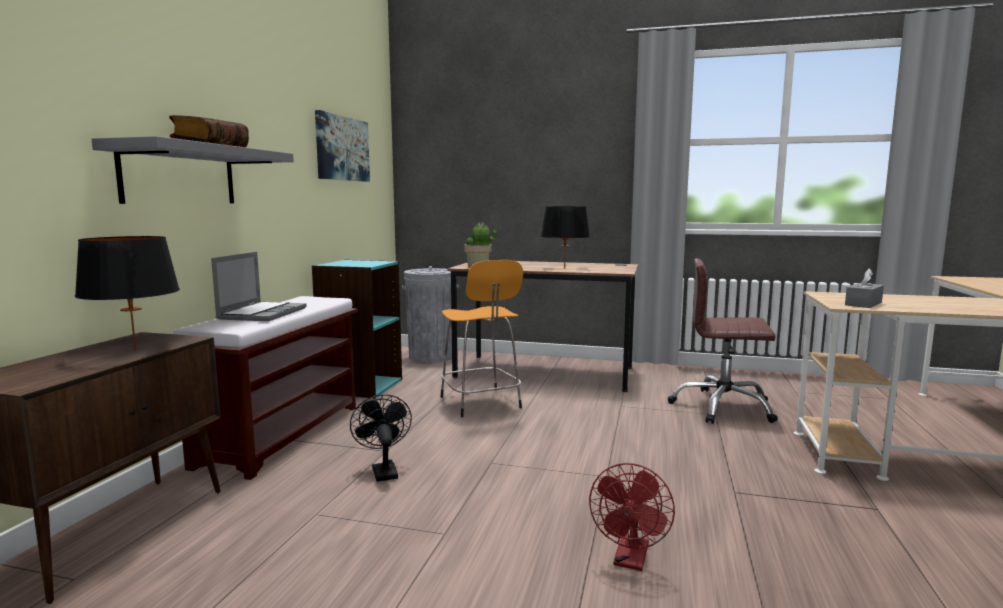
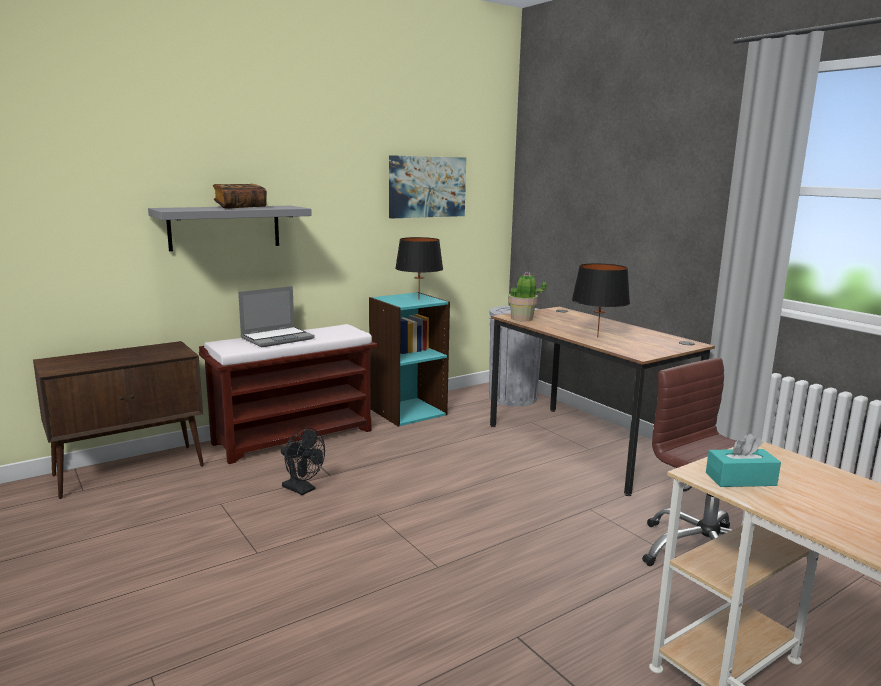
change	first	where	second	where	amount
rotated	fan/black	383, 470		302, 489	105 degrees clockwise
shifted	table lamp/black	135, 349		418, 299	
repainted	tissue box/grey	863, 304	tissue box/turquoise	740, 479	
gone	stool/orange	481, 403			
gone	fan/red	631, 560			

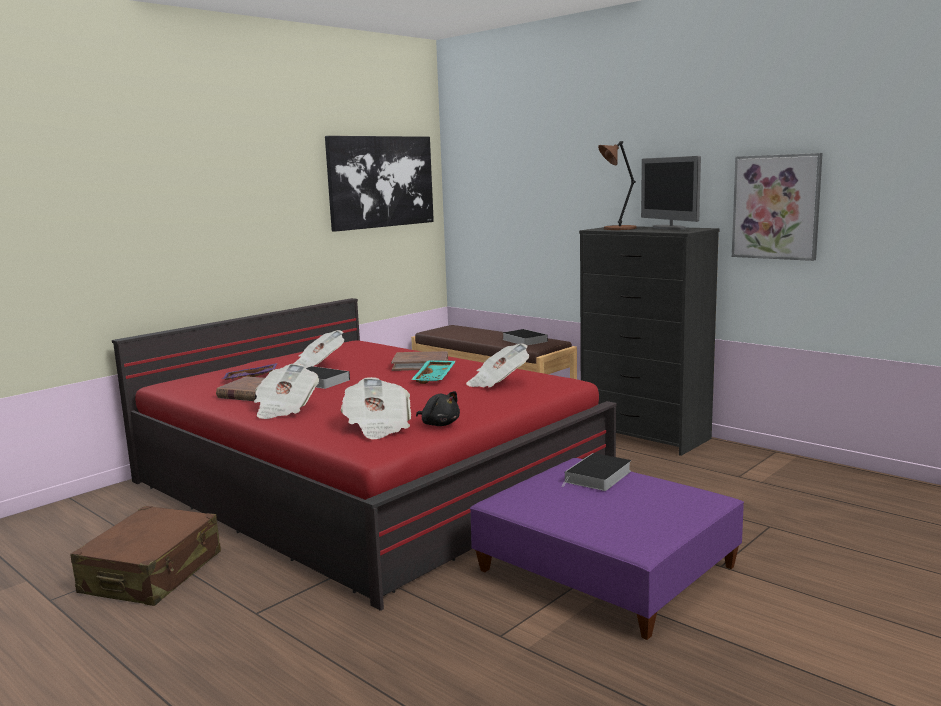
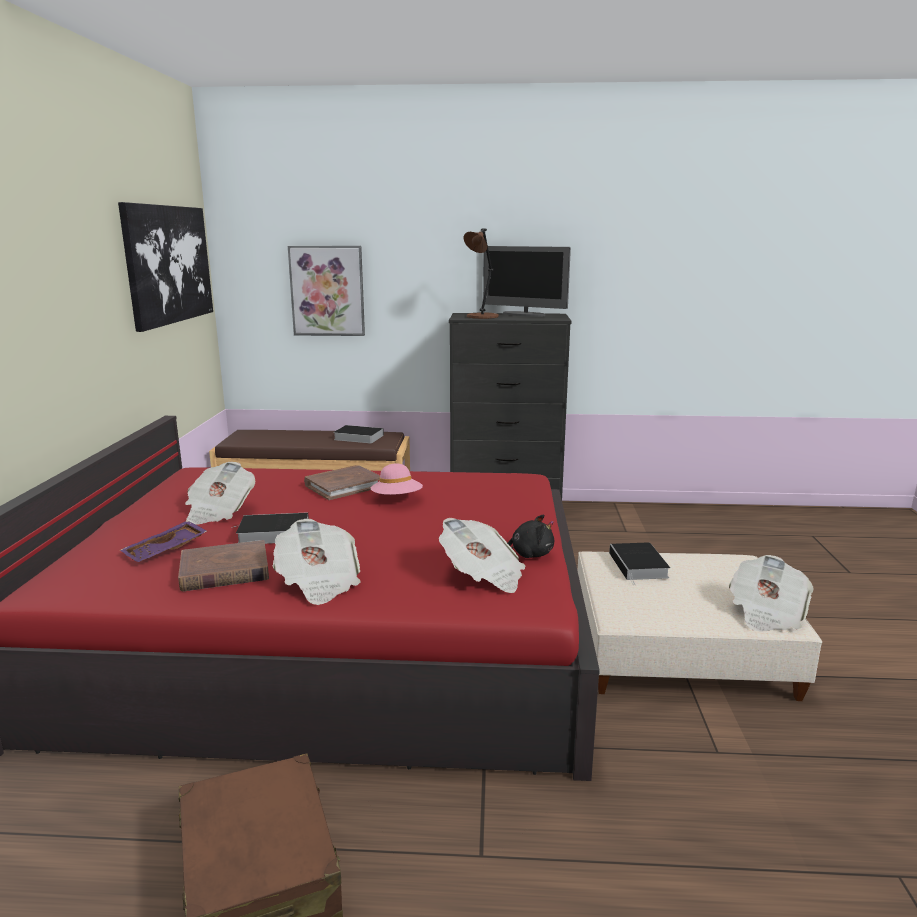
change	first	where	second	where	amount
shifted	picture	776, 207		327, 291	
swapped	tray/turquoise	435, 378	hat/pink	397, 499	
repainted	ottoman/purple	605, 568	ottoman/beige	678, 649	
shifted	newspaper	498, 383		766, 613	

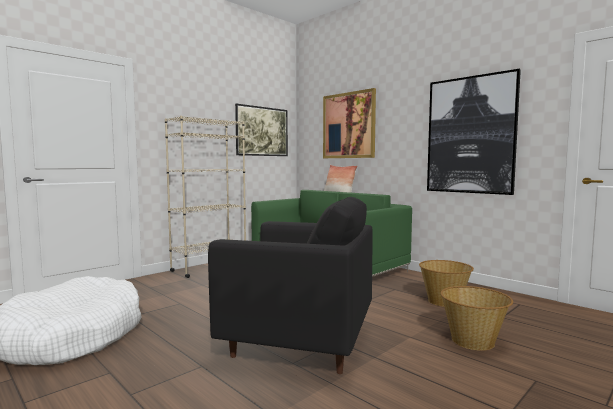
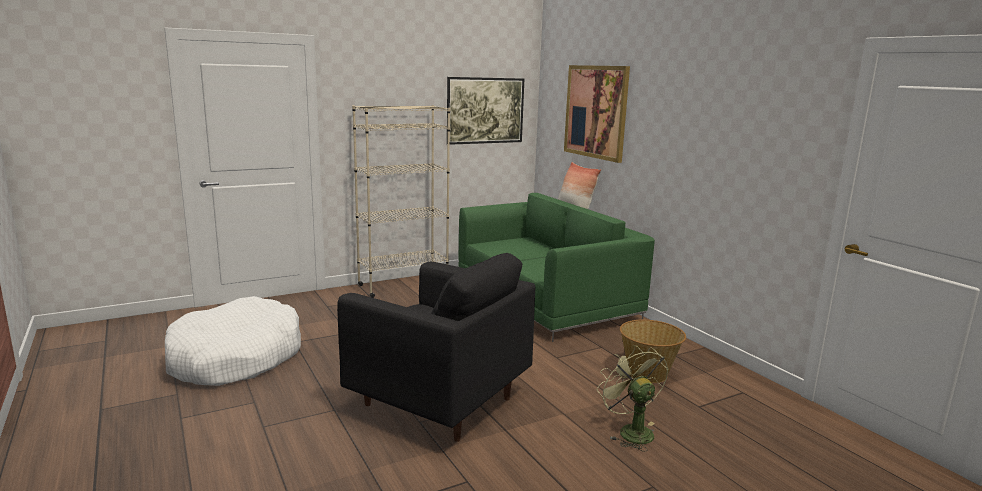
change	first	where	second	where	amount
swapped	basket	473, 341	fan/green	630, 431	
gone	picture	470, 135			

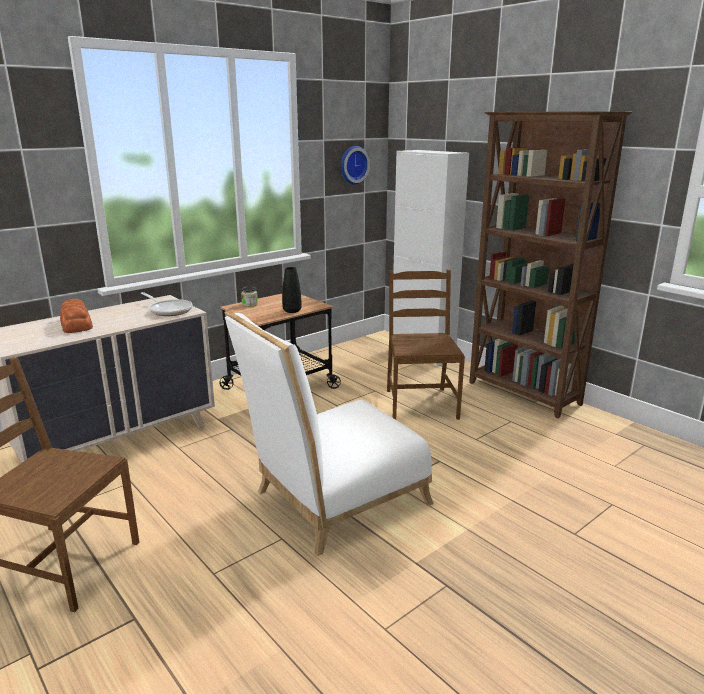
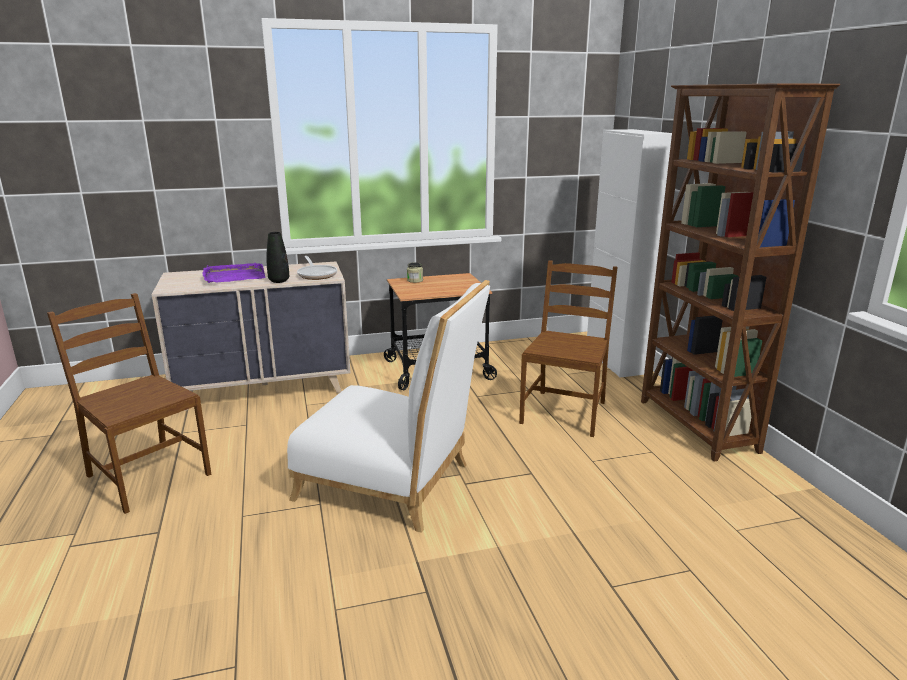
change	first	where	second	where	amount
swapped	bread	76, 324	tray/purple	234, 276	
shifted	vase/black	292, 311		279, 281	
rotated	chair/white	333, 501		393, 484	150 degrees counterclockwise
gone	wall clock	352, 165			

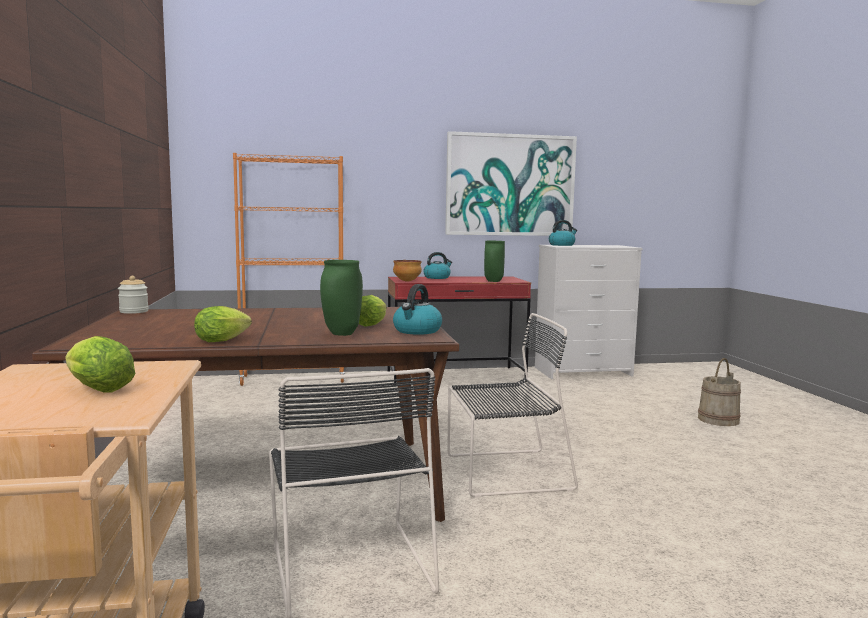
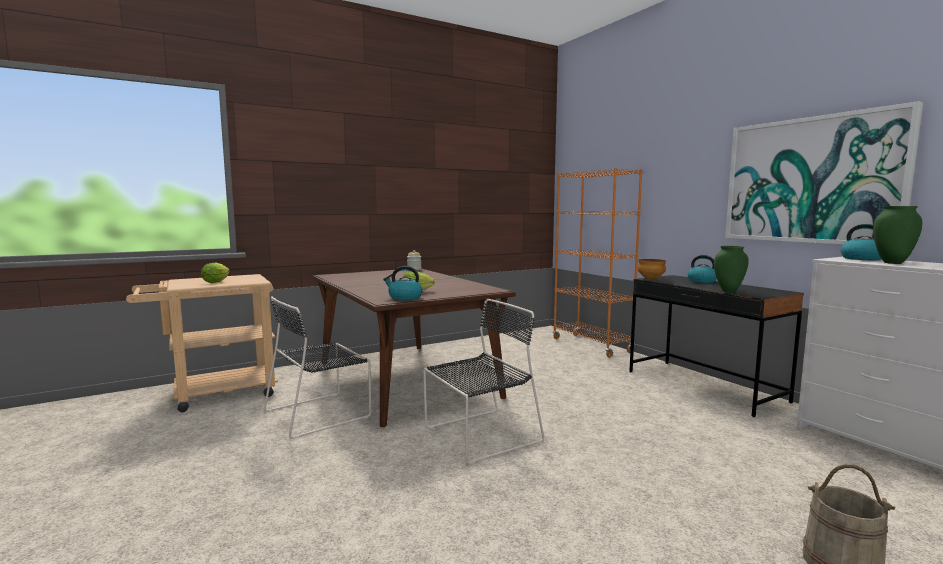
change	first	where	second	where	amount
rotated	chair/black	503, 472		479, 435	90 degrees counterclockwise
repainted	desk/red	455, 376	desk/black	704, 386	
shifted	vase/green	342, 334		893, 263	
gone	lettuce	224, 340			

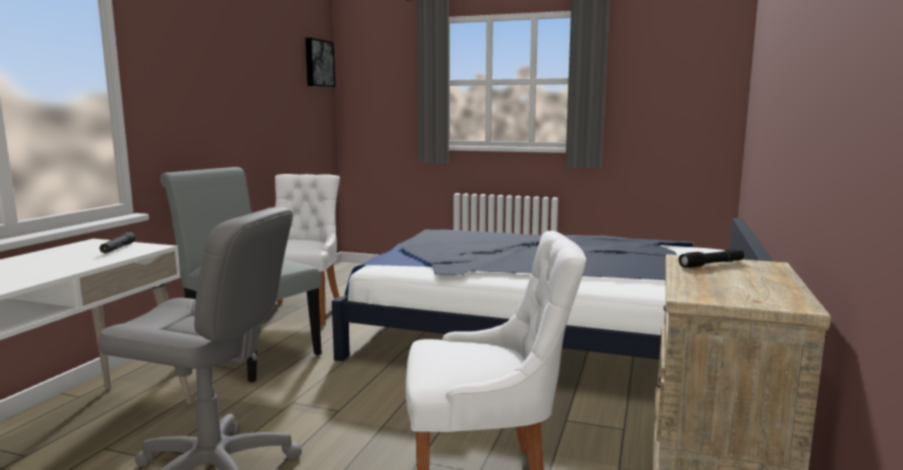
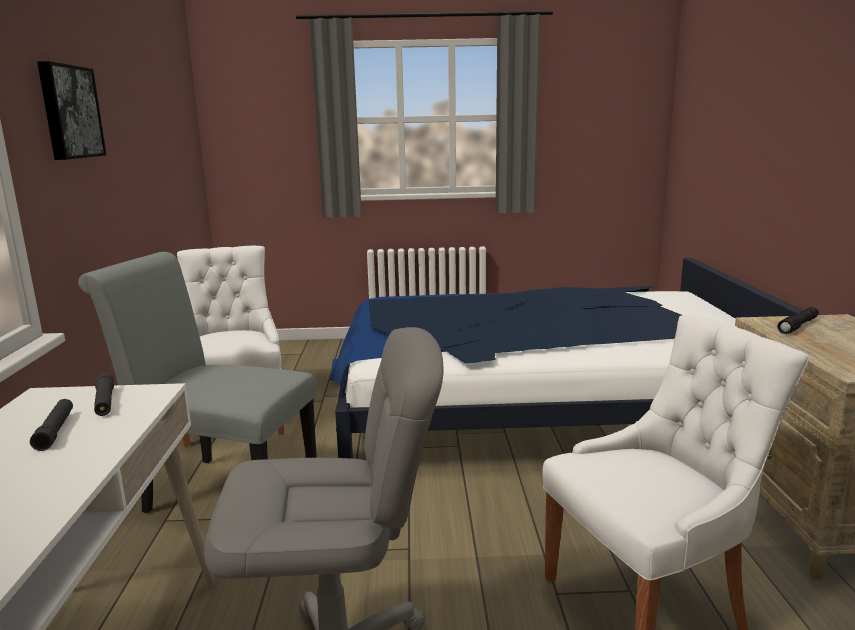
change	first	where	second	where	amount
new			flashlight/black	55, 431	
shifted	picture	318, 63		69, 112	

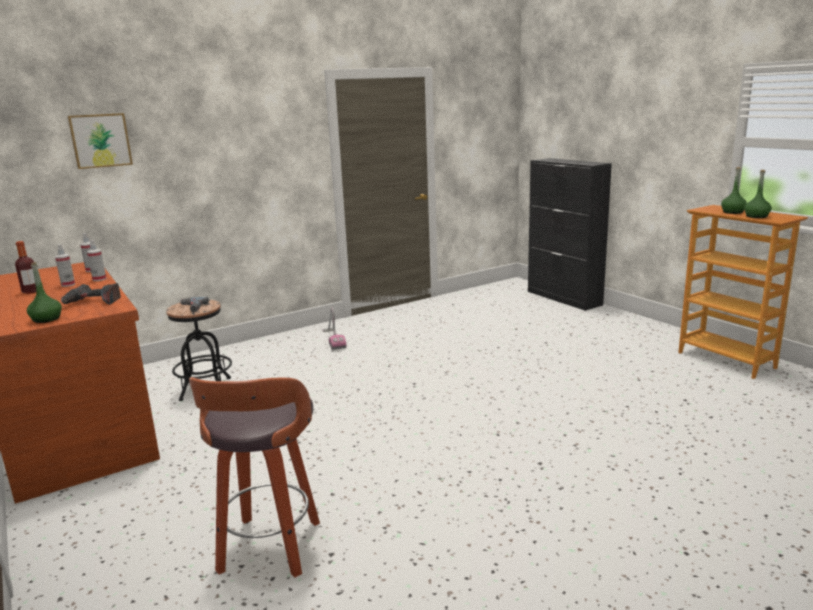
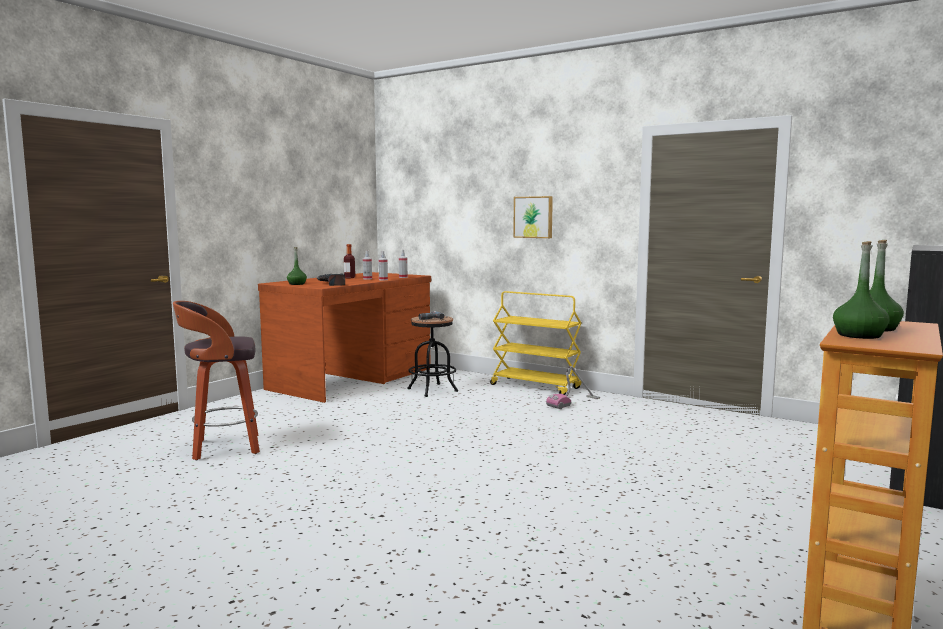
change	first	where	second	where	amount
new			cart/yellow	536, 386	
shifted	picture	100, 140		533, 217	

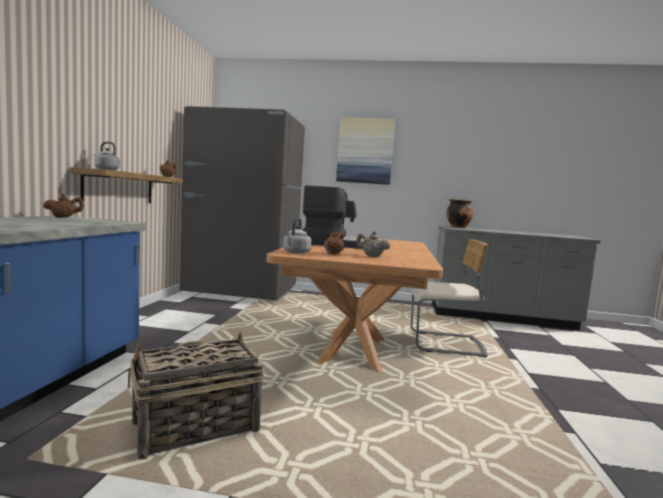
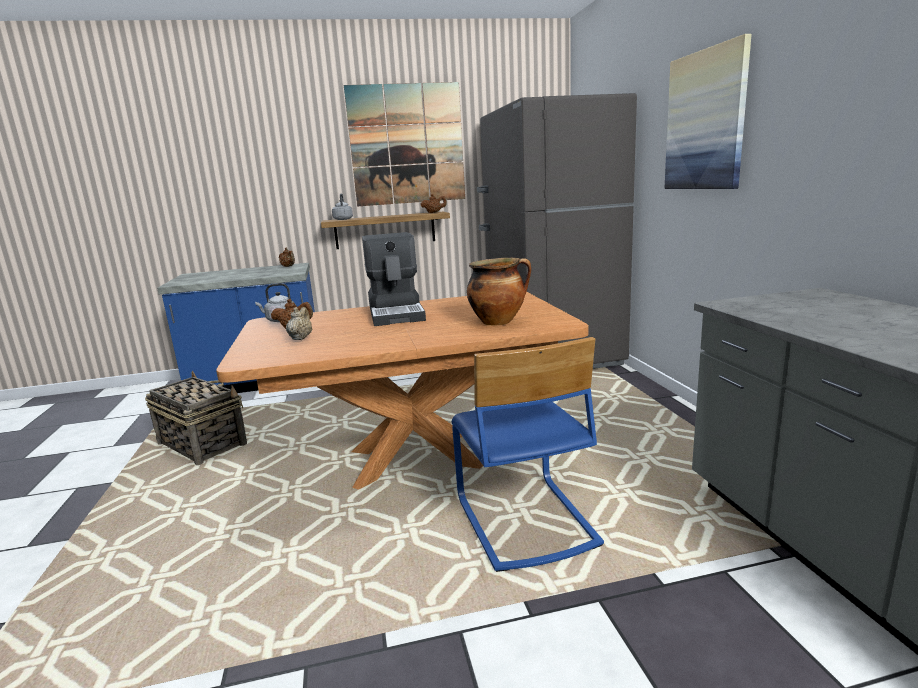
change	first	where	second	where	amount
new			picture	407, 144	
repainted	chair/beige	445, 344	chair/blue	523, 521	
shifted	cooking pot	458, 227		499, 322	

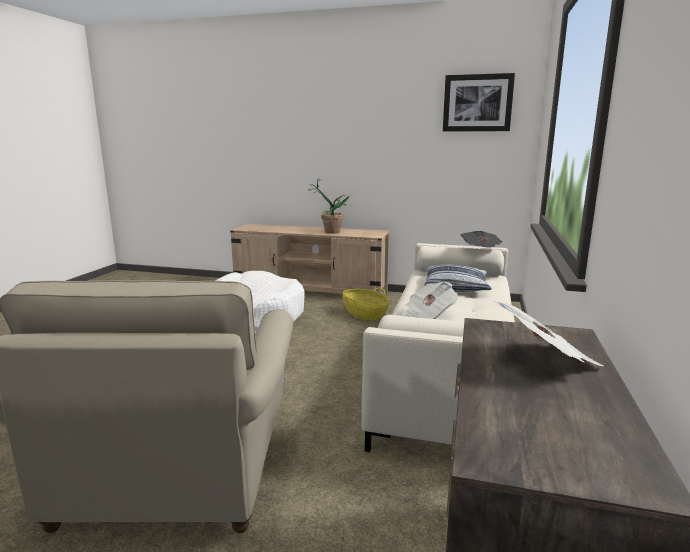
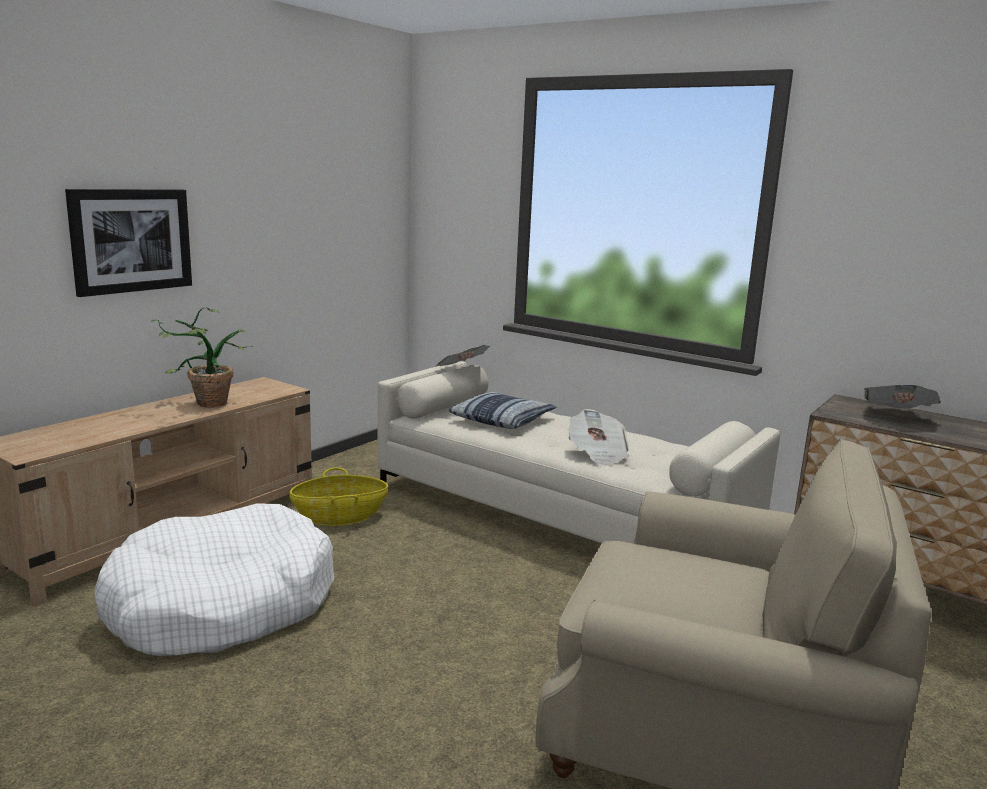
change	first	where	second	where	amount
shifted	picture	477, 103		131, 240	

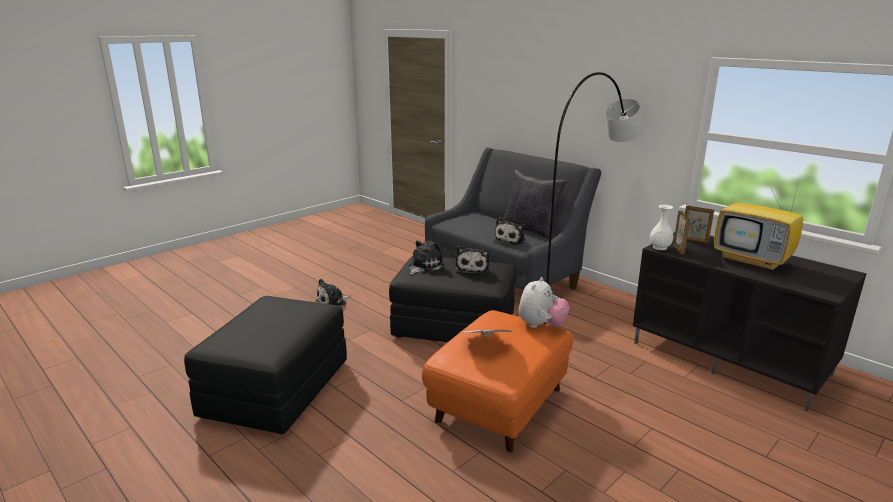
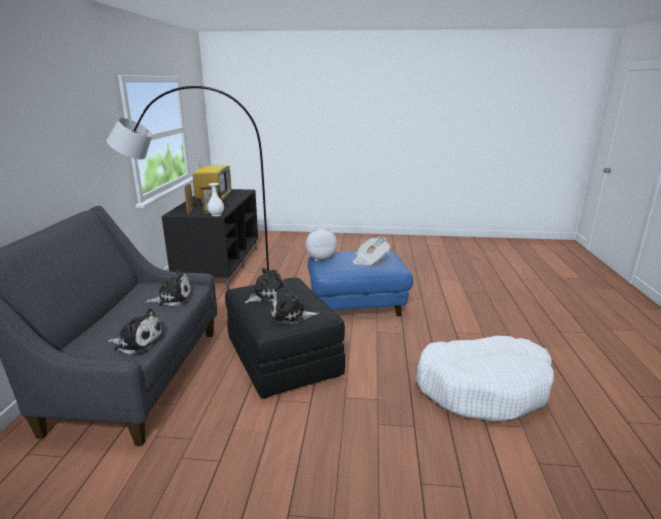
change	first	where	second	where	amount
shifted	plush toy	333, 302		137, 342	
repainted	ottoman/orange	499, 404	ottoman/blue	356, 305	
swapped	ottoman/black	276, 388	dog bed/white	482, 387	
gone	pillow/black	530, 229			

